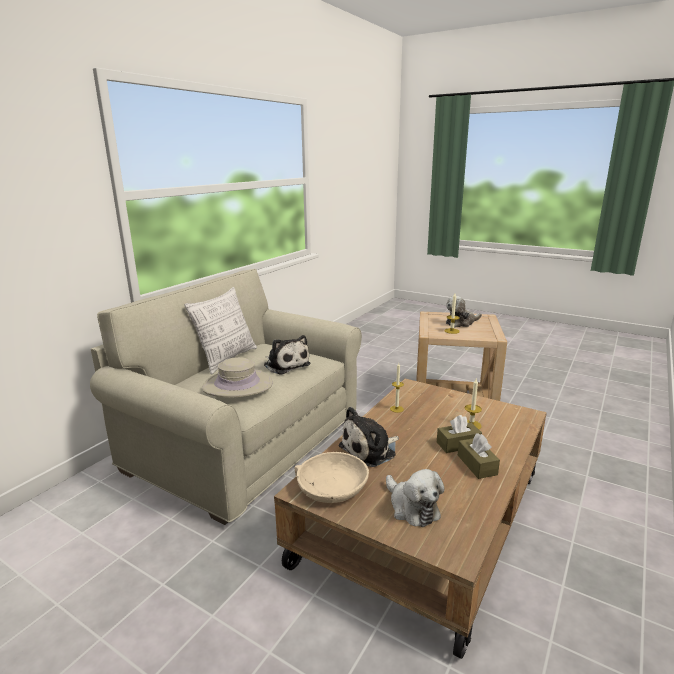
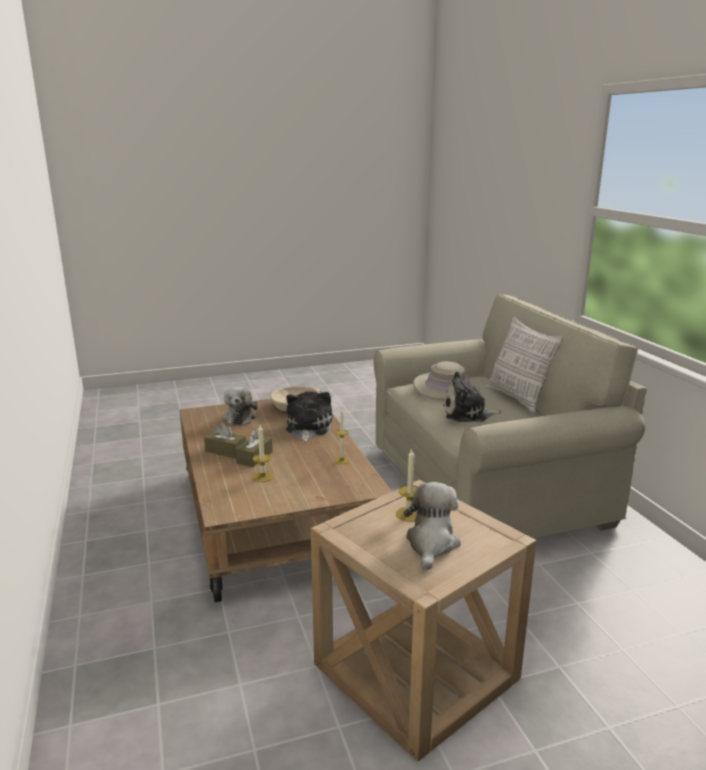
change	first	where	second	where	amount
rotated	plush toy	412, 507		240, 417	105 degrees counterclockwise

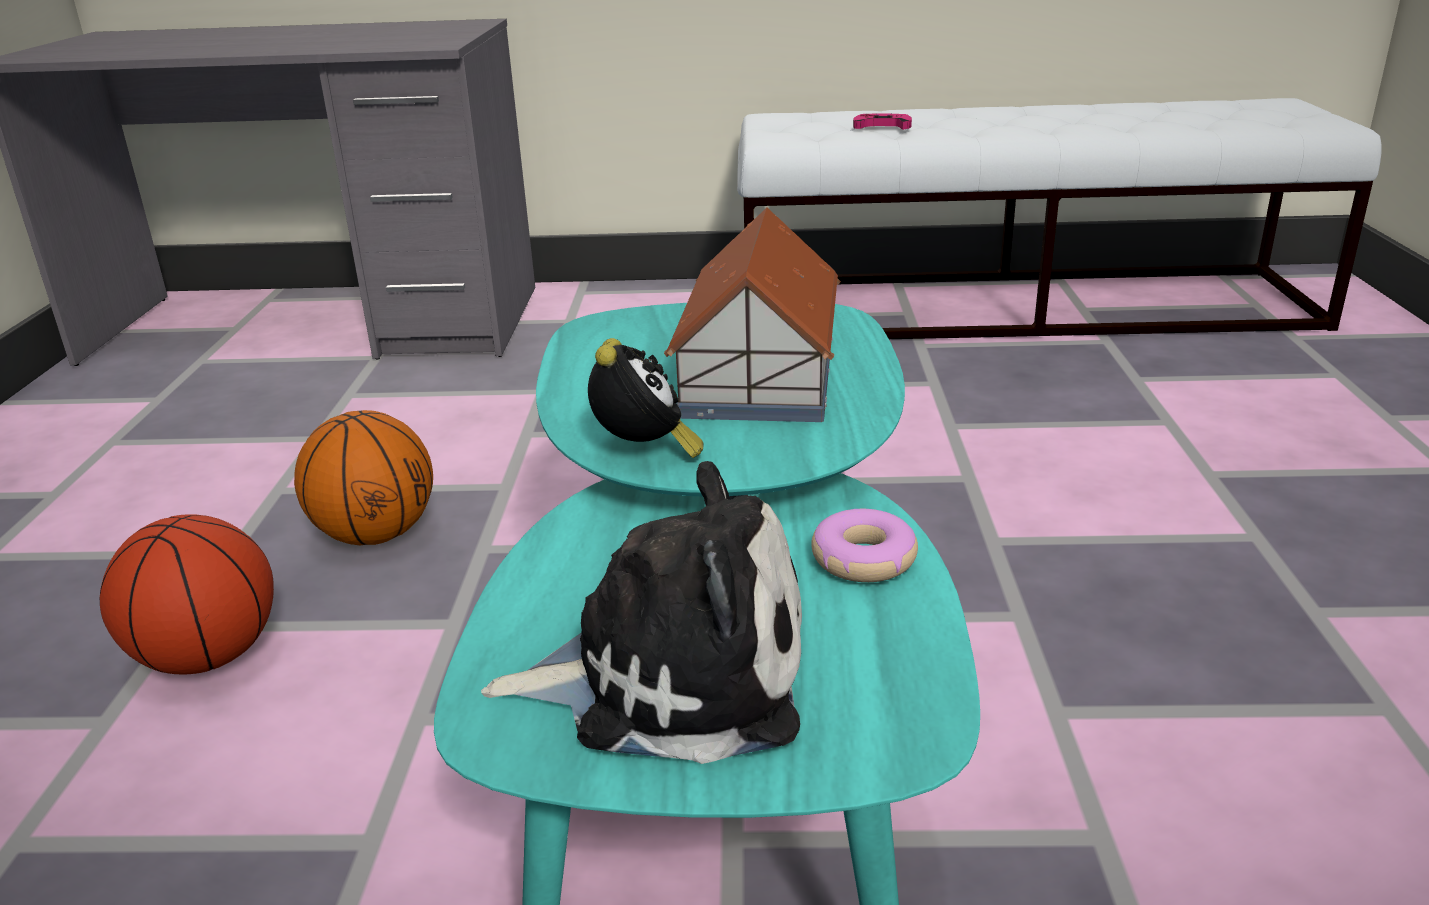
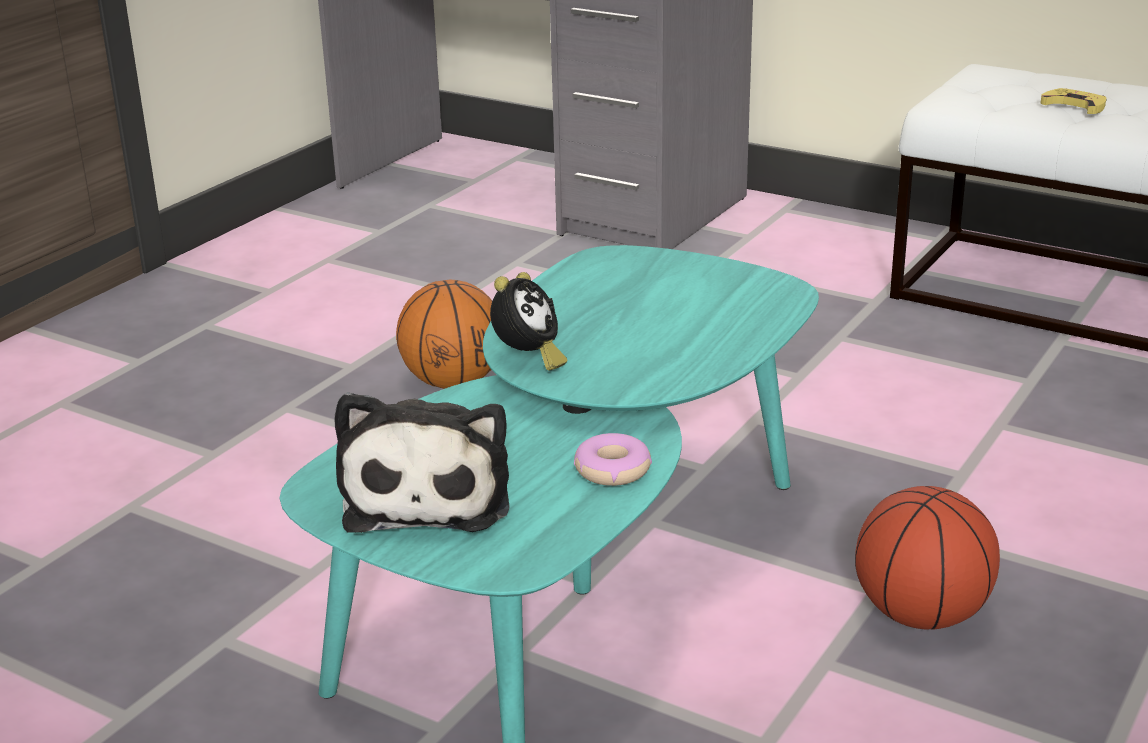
change	first	where	second	where	amount
rotated	plush toy	672, 673		429, 494	60 degrees clockwise
shifted	basketball	208, 657		921, 615	
repainted	game controller/pink	882, 127	game controller/yellow	1074, 106	
gone	toy house	761, 373			

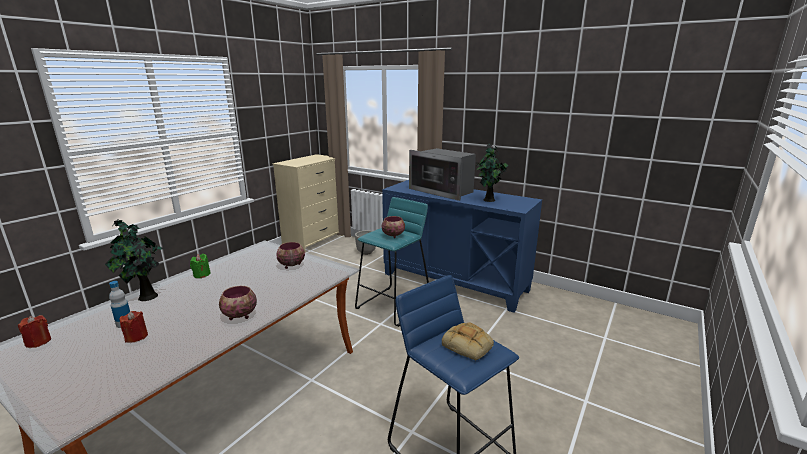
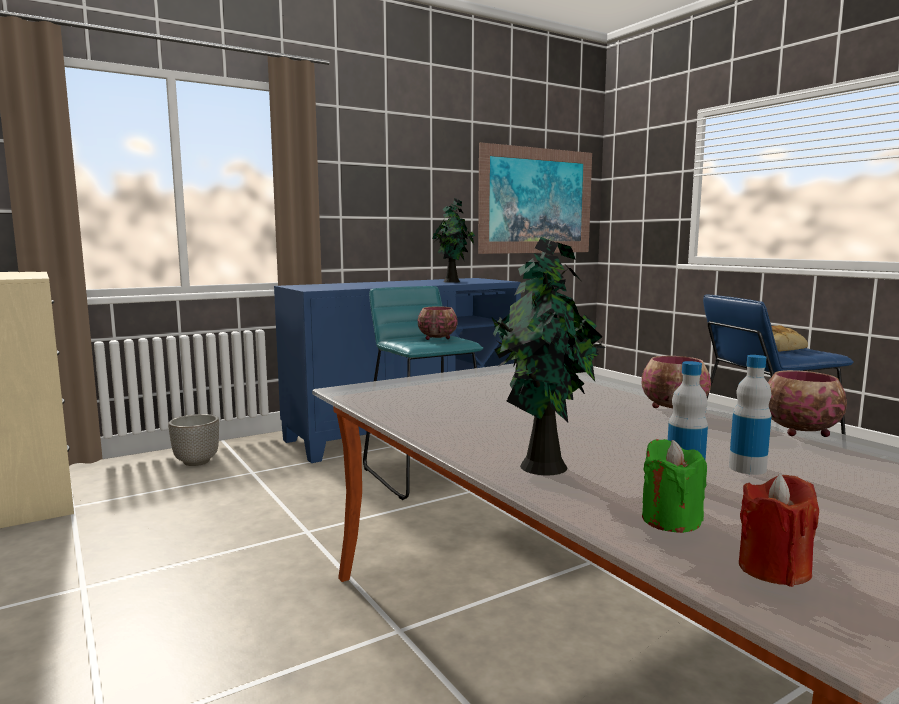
change	first	where	second	where	amount
new			picture	536, 201	
shifted	candle/green	201, 275		670, 520	
swapped	candle/red	136, 337	bottle	747, 468	
shifted	bowl	291, 265		799, 432	
gone	microwave	443, 191			

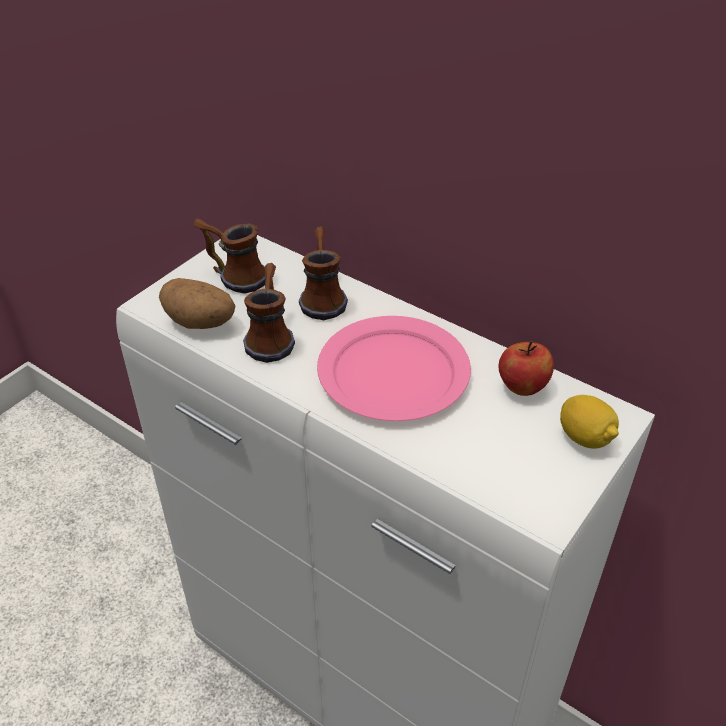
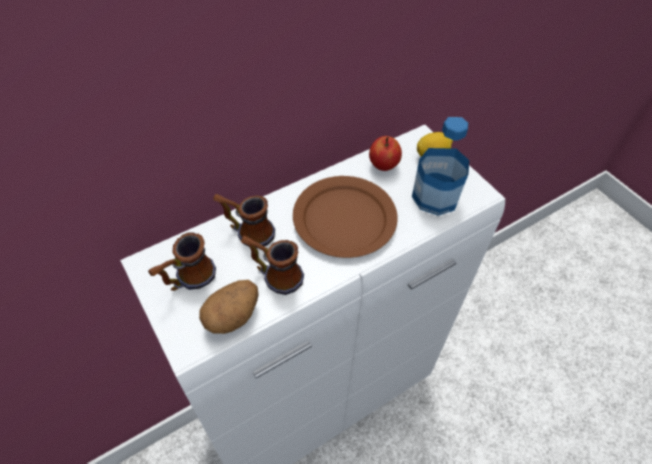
change	first	where	second	where	amount
repainted	plate/pink	394, 373	plate/brown	345, 218	
new			bottle	435, 197	

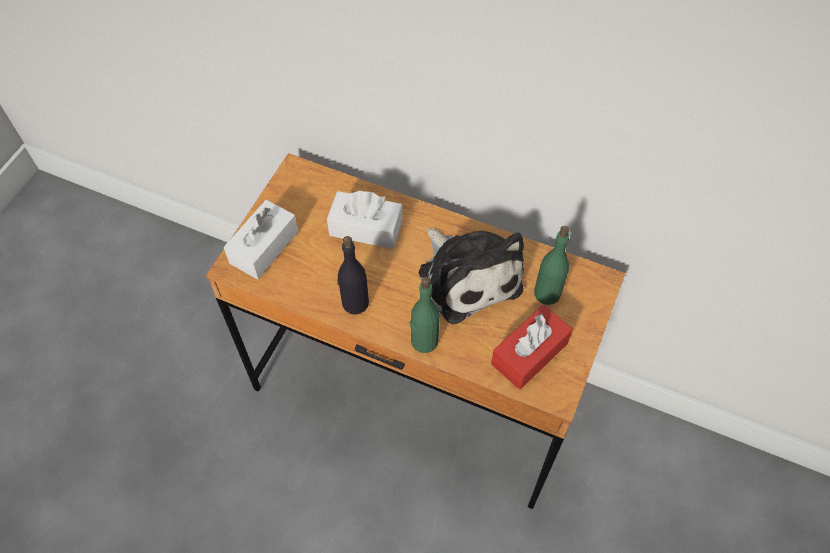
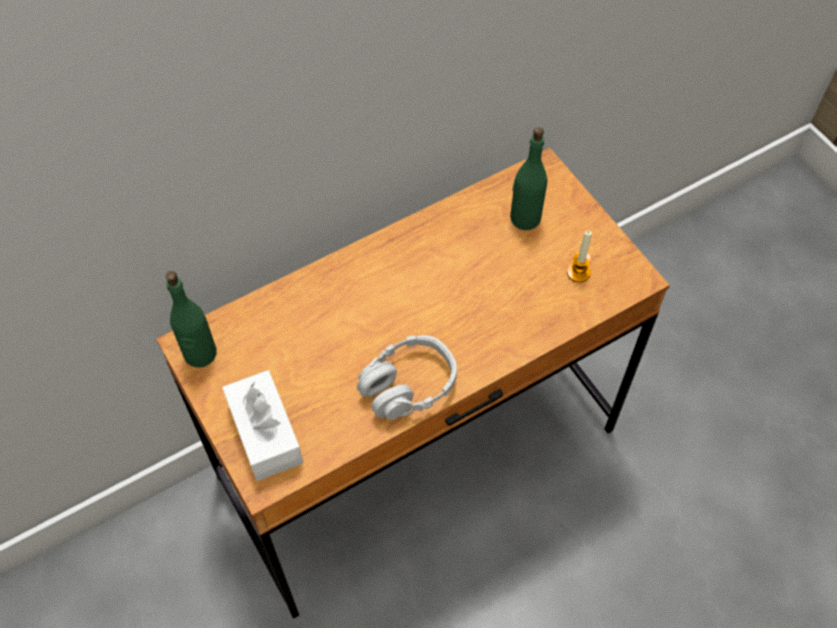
change	first	where	second	where	amount
shifted	bottle/green	424, 341		200, 354	
swapped	bottle/black	355, 303	headphones/grey	408, 385	
swapped	tissue box/red	529, 353	candle	578, 272	
gone	tissue box/white	366, 228			
gone	plush toy	467, 276			

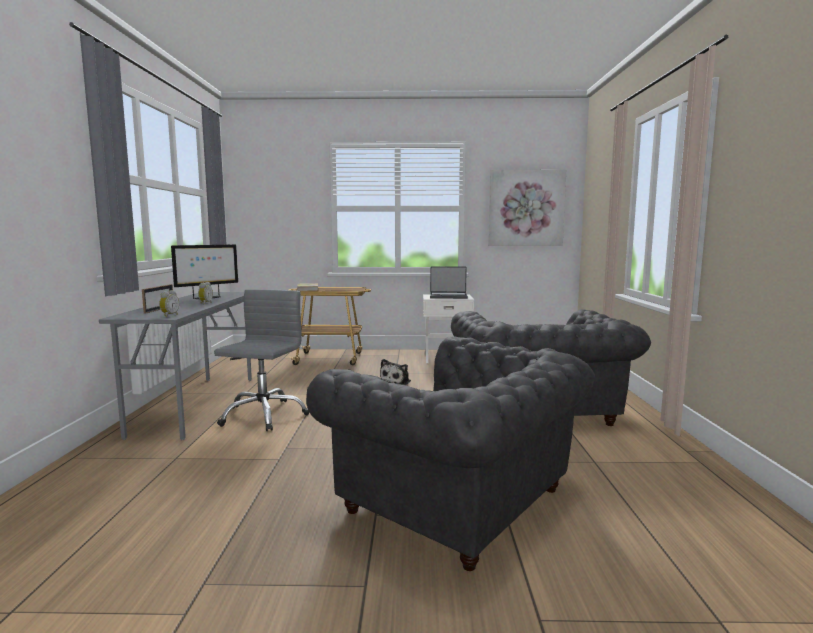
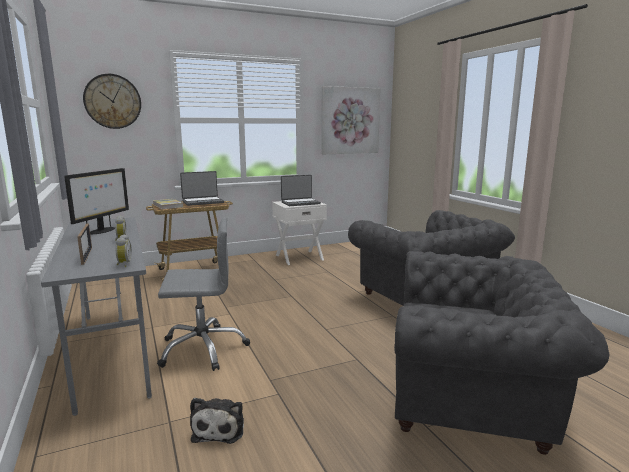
change	first	where	second	where	amount
new			wall clock	112, 101	
rotated	office chair/grey	263, 415		203, 348	90 degrees clockwise
new			laptop	203, 202	
shifted	plush toy	396, 382		220, 428	

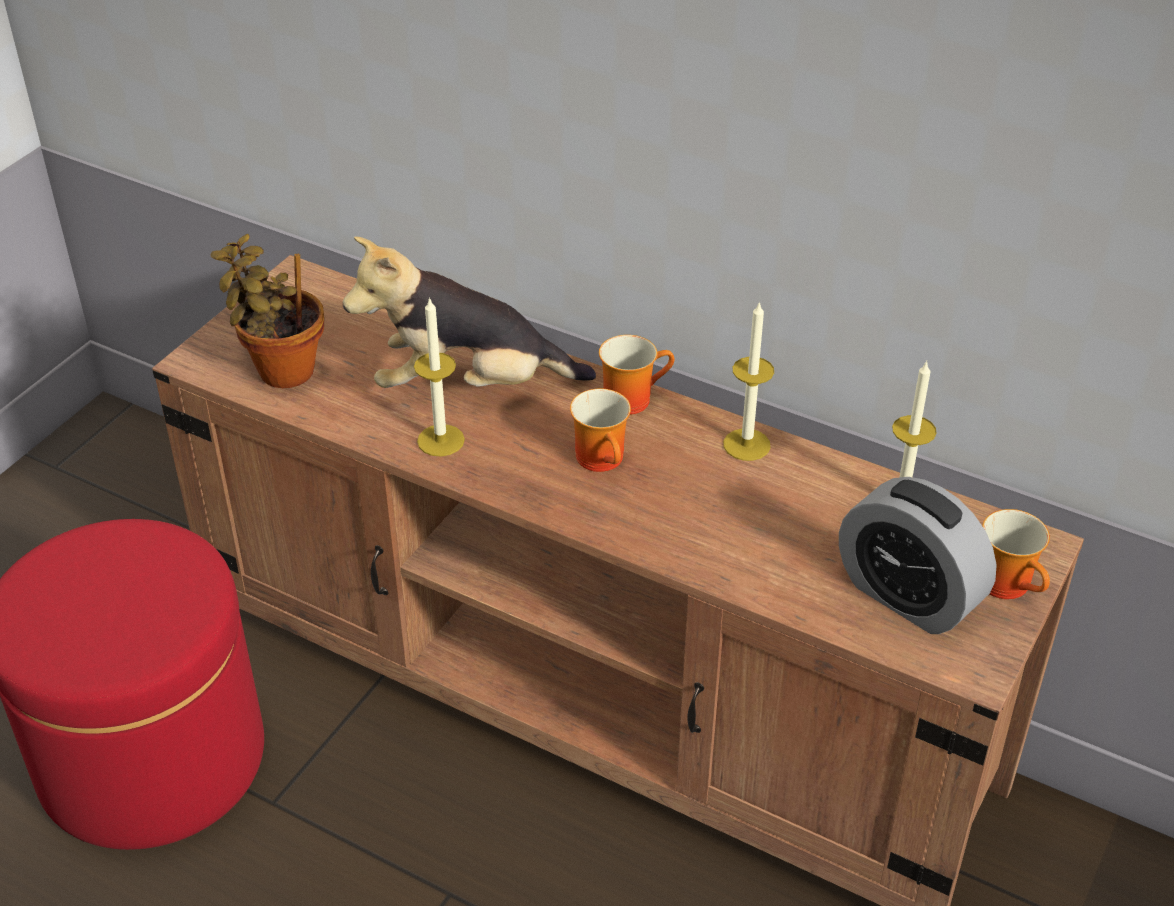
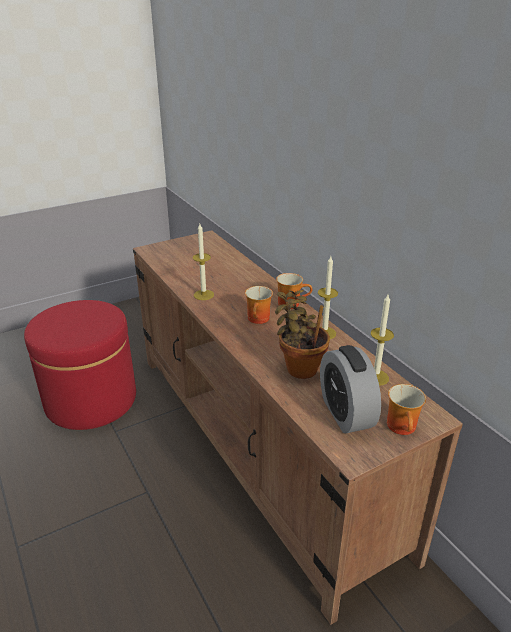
change	first	where	second	where	amount
shifted	potted plant	281, 369		299, 367	
gone	plush toy	469, 386			

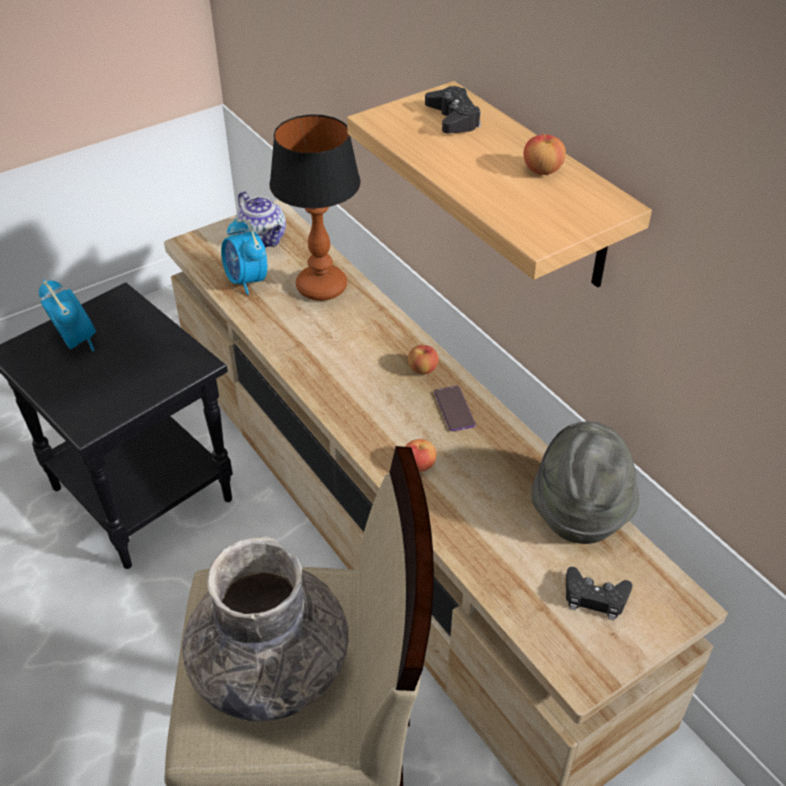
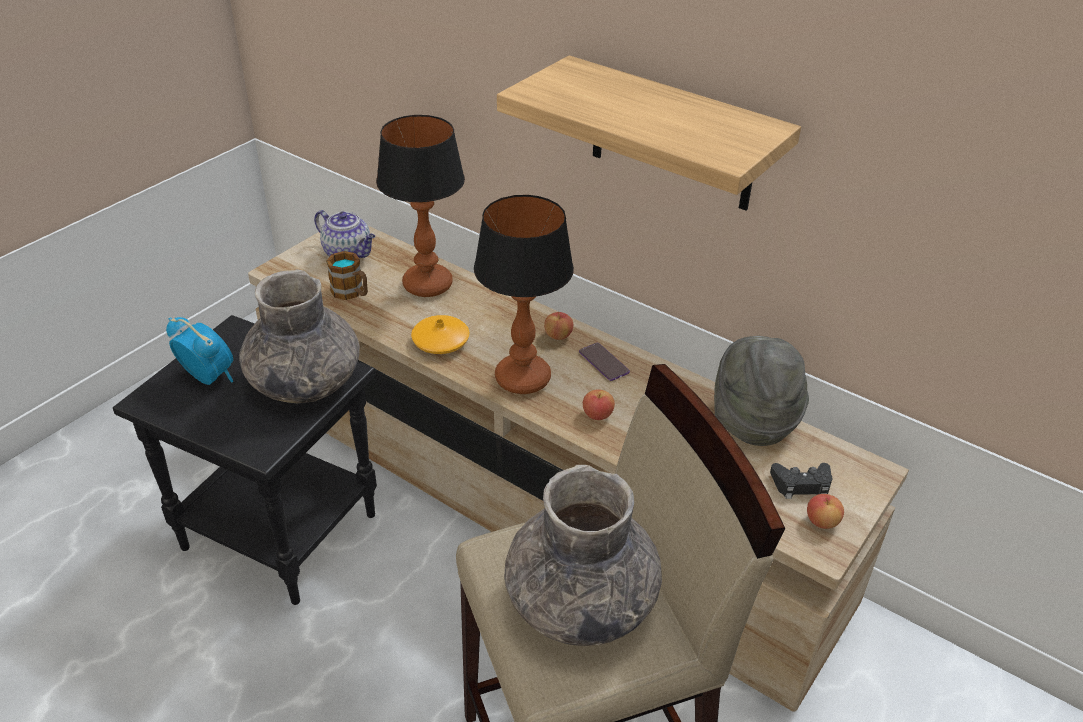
change	first	where	second	where	amount
new			vase/grey	304, 382	
swapped	alarm clock	246, 281	mug	352, 293	
new			vase/orange	440, 342	
new			table lamp	524, 379	
shifted	apple	542, 170		822, 521	
gone	game controller/black	453, 118			

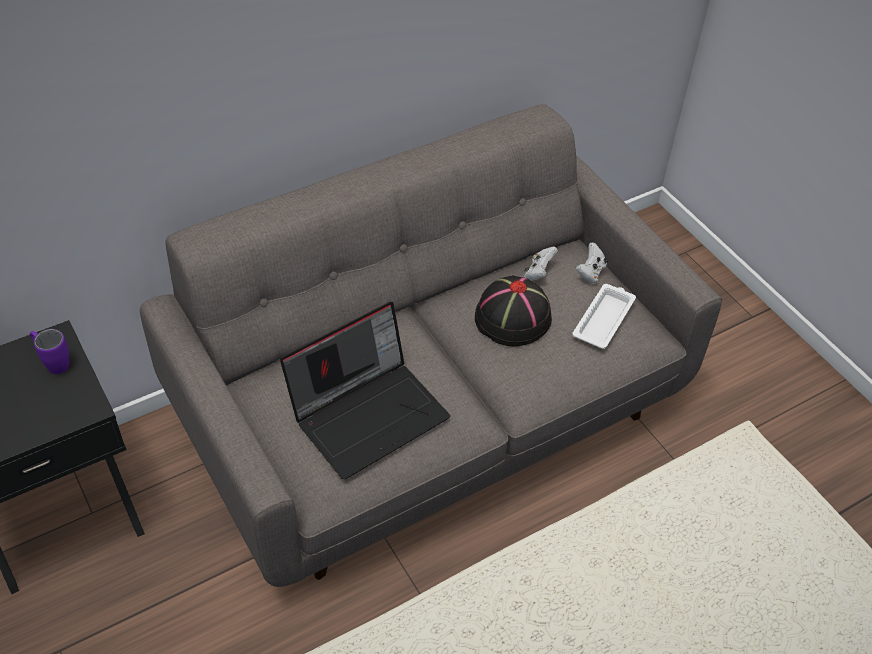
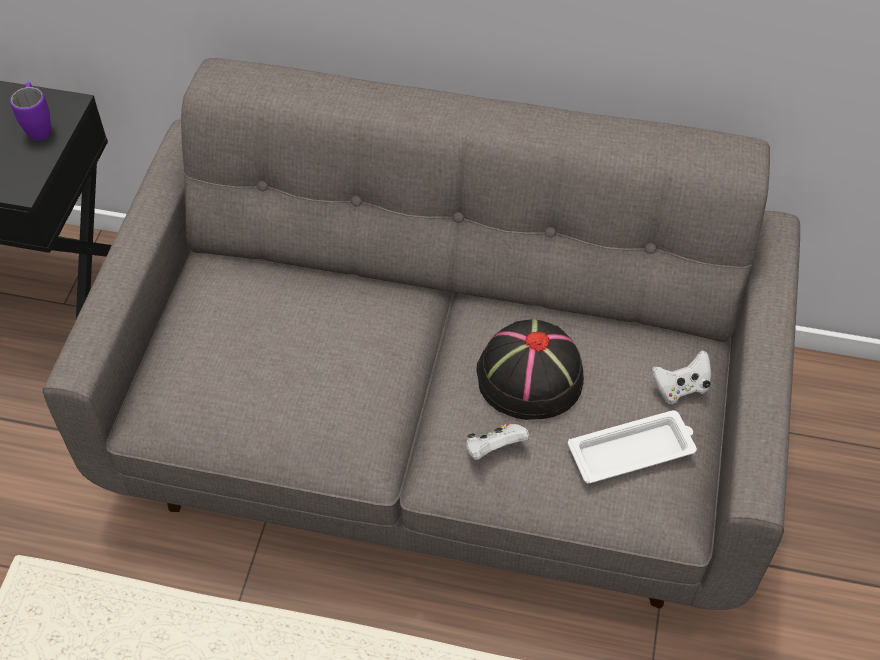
change	first	where	second	where	amount
shifted	game controller/white	538, 272		494, 449	
gone	laptop	369, 413			

